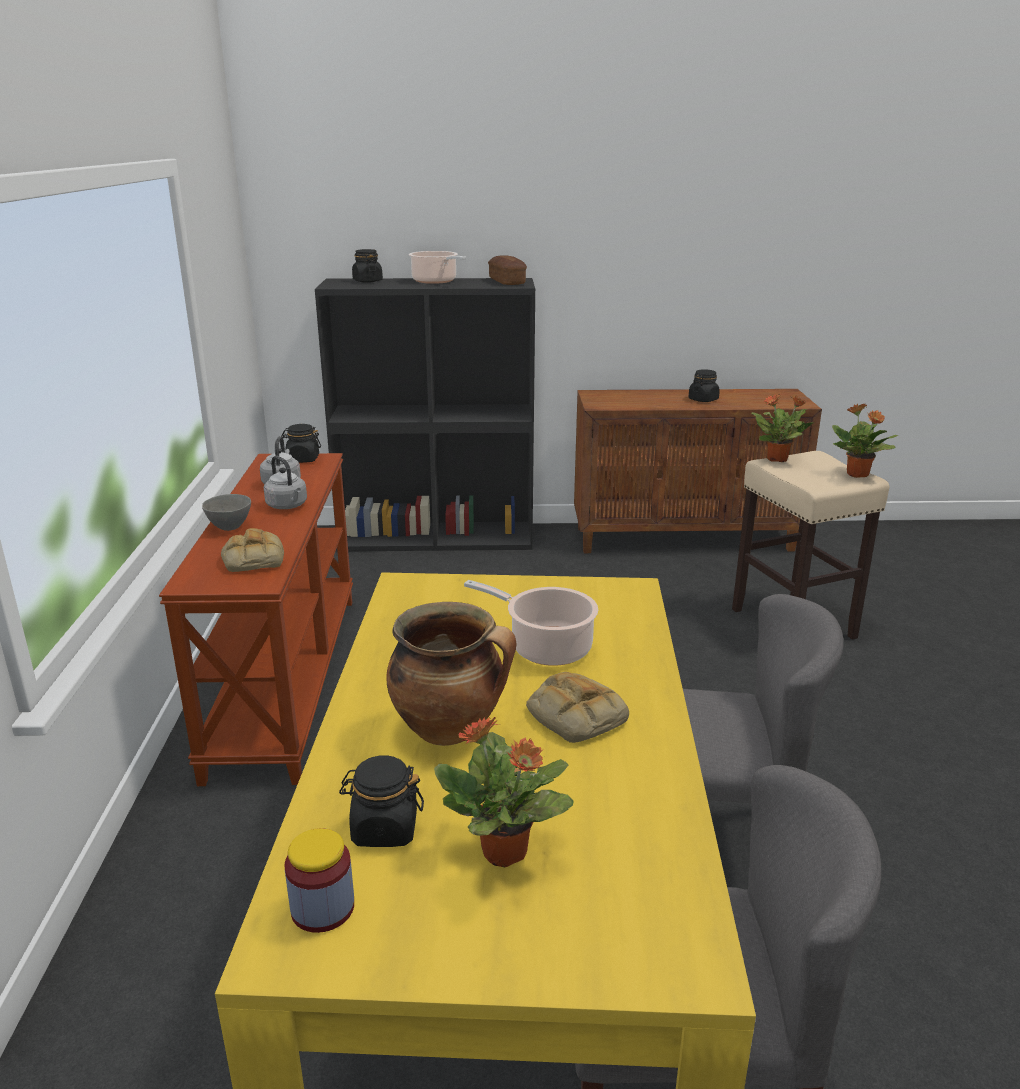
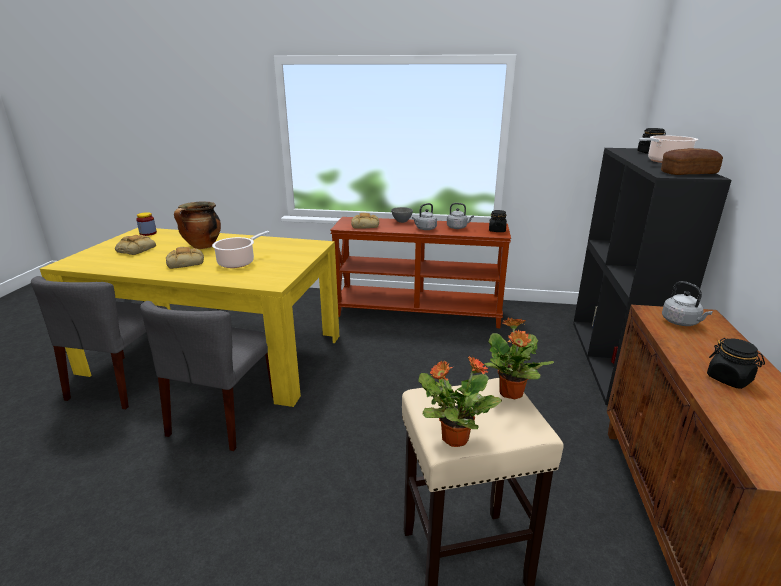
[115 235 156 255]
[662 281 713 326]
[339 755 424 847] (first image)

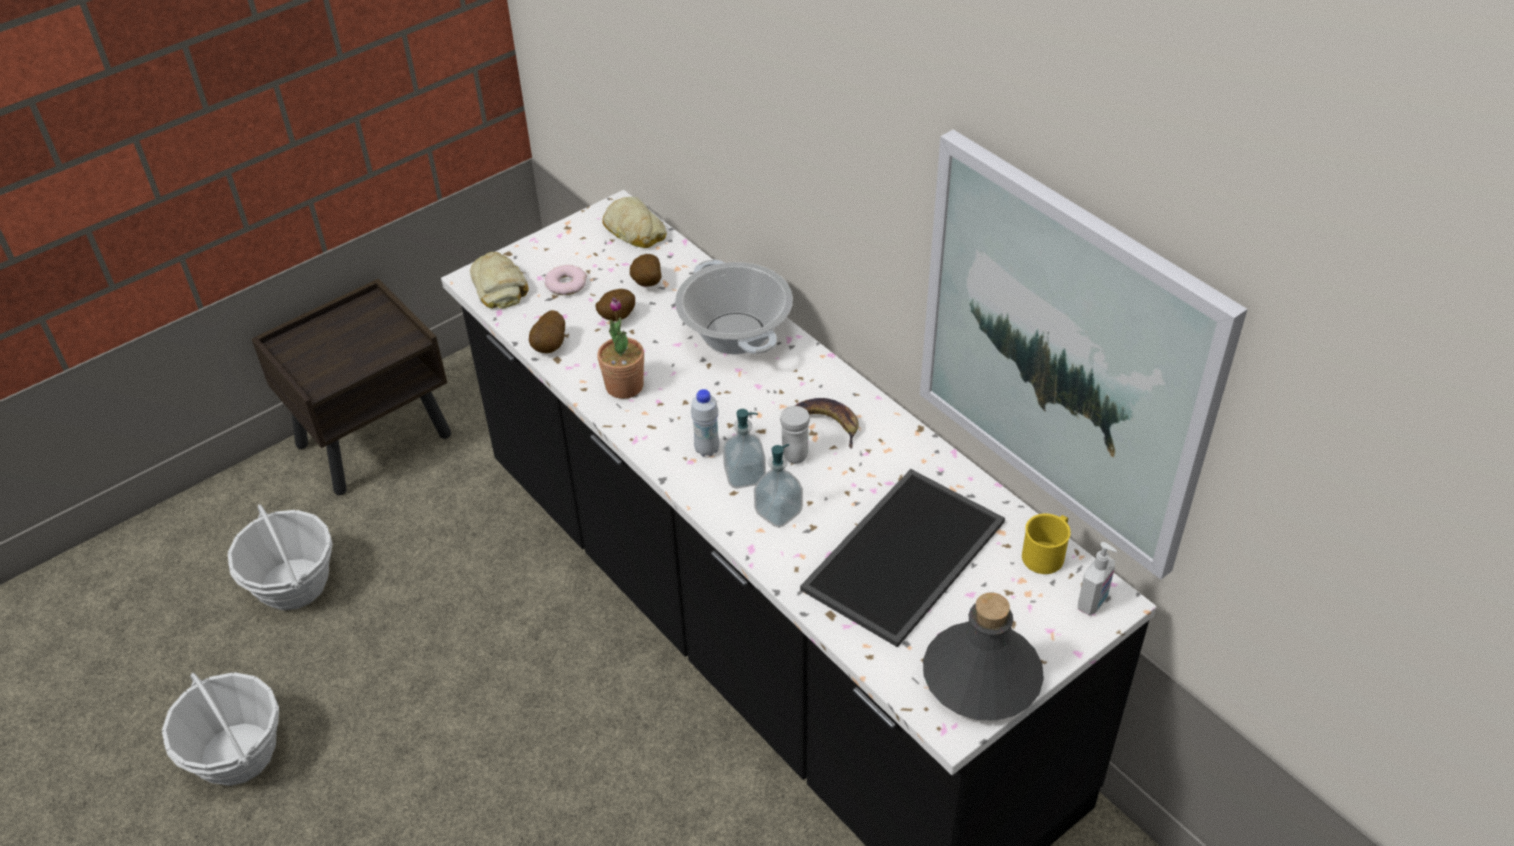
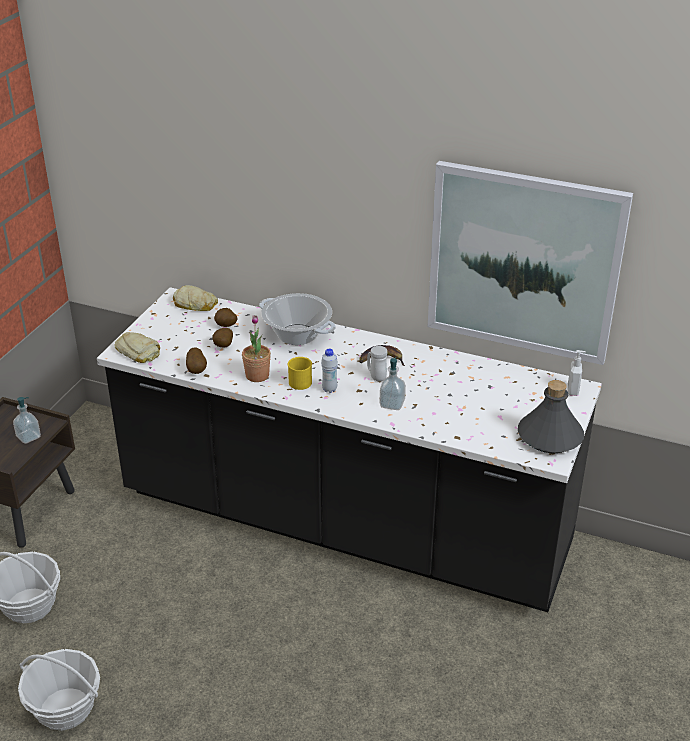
[13 397 41 444]
[288 357 312 390]
[544 265 587 295] (first image)
[800 469 1005 647] (first image)

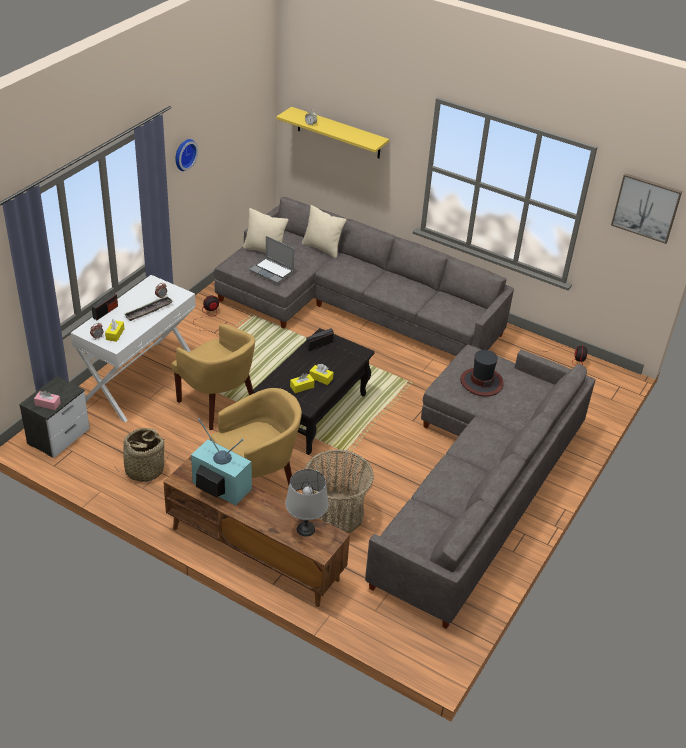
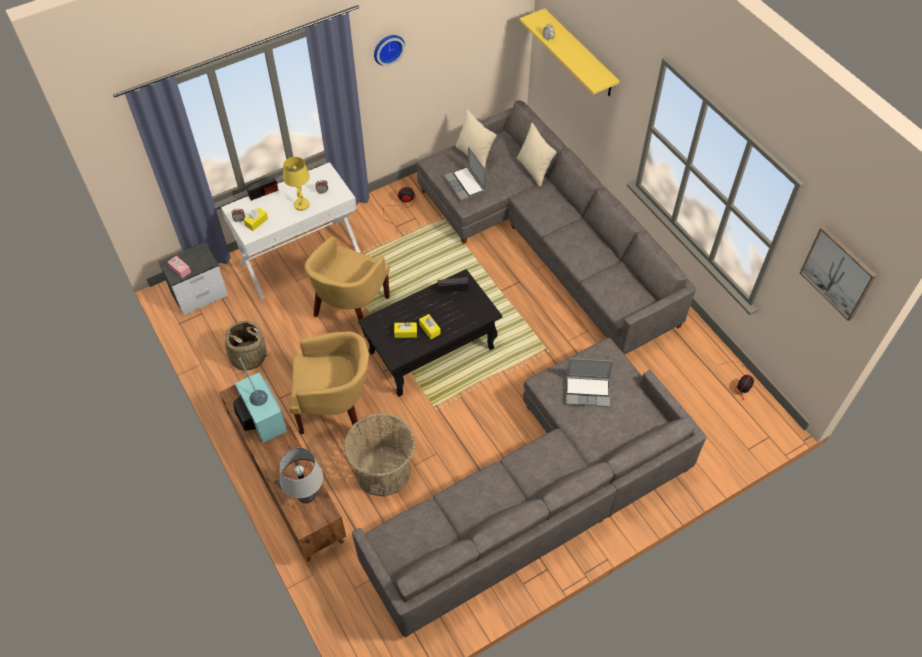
[283 157 310 211]
[304 236 390 337]
[566 358 614 407]

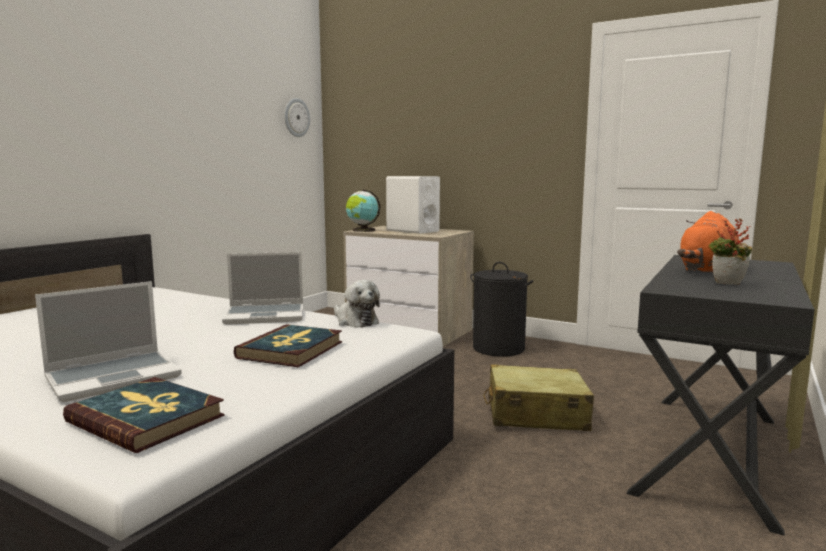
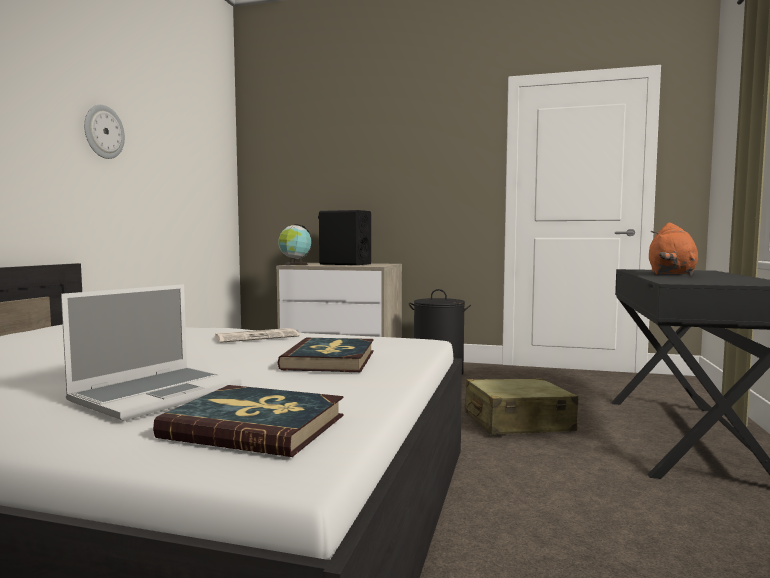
[84 105 125 159]
[215 328 299 343]
[318 210 371 265]
[334 280 380 328] (first image)
[708 219 753 285] (first image)

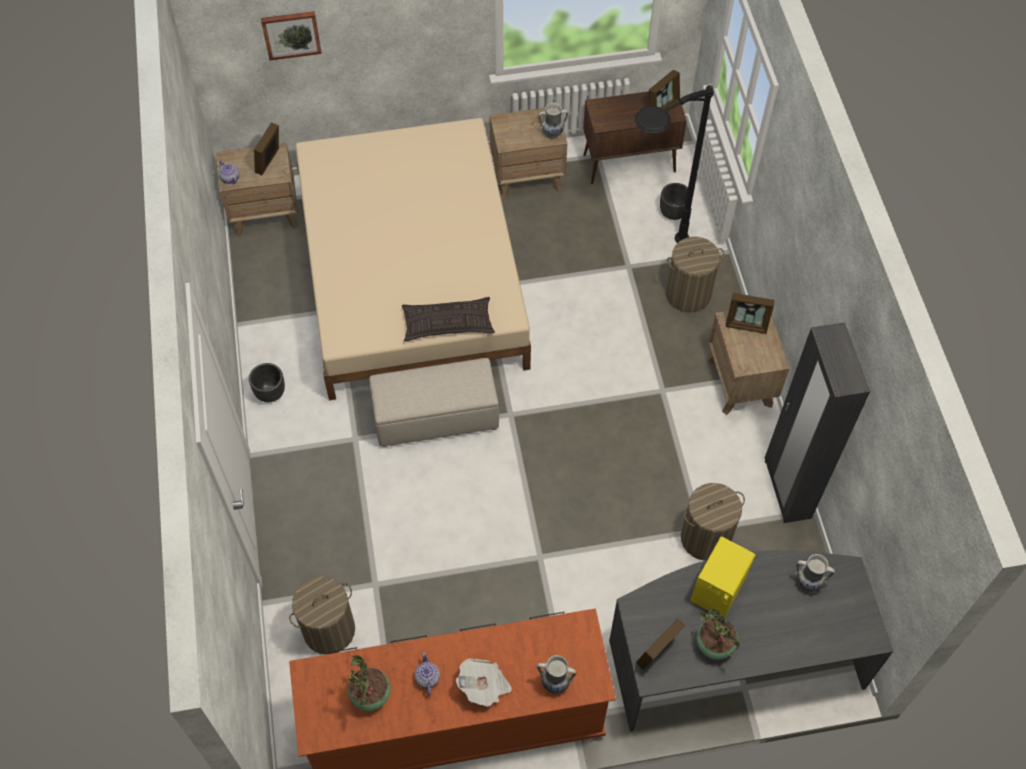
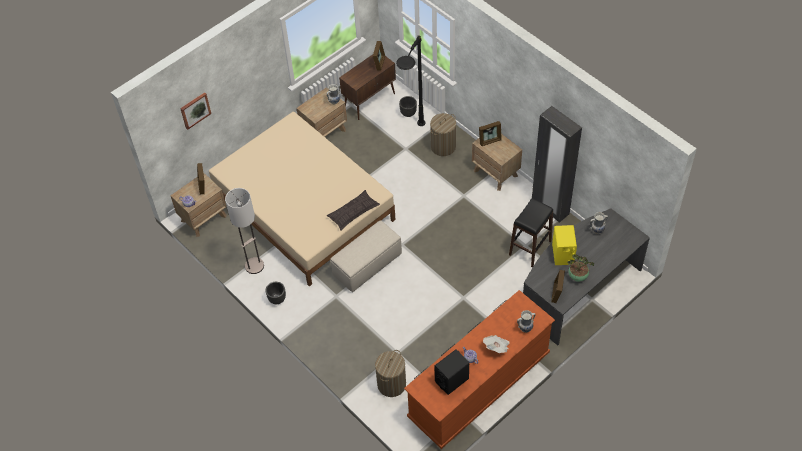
[225 188 264 274]
[434 349 469 395]
[509 198 553 268]

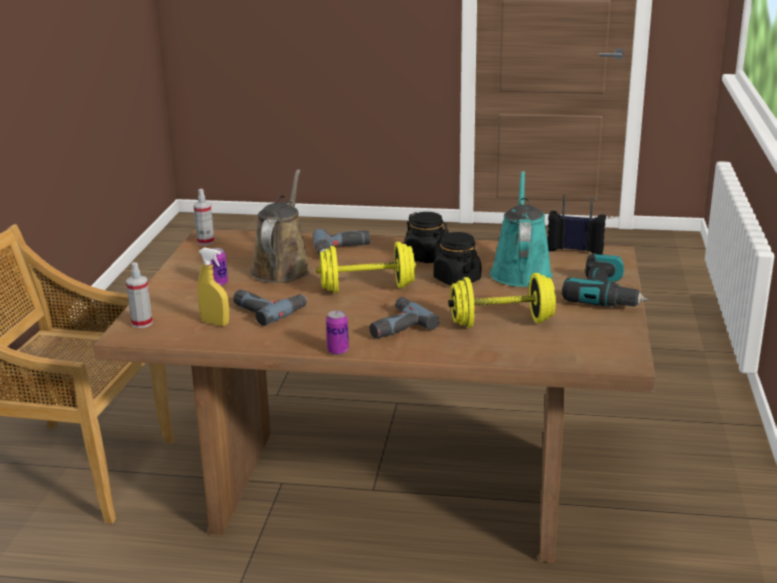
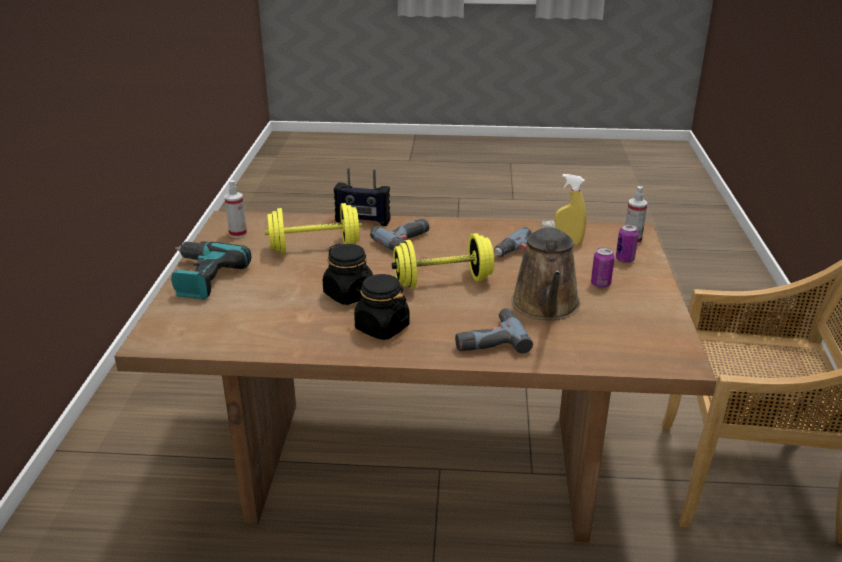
[225 180 247 238]
[334 168 391 226]
[616 224 639 263]
[490 171 552 287] (first image)

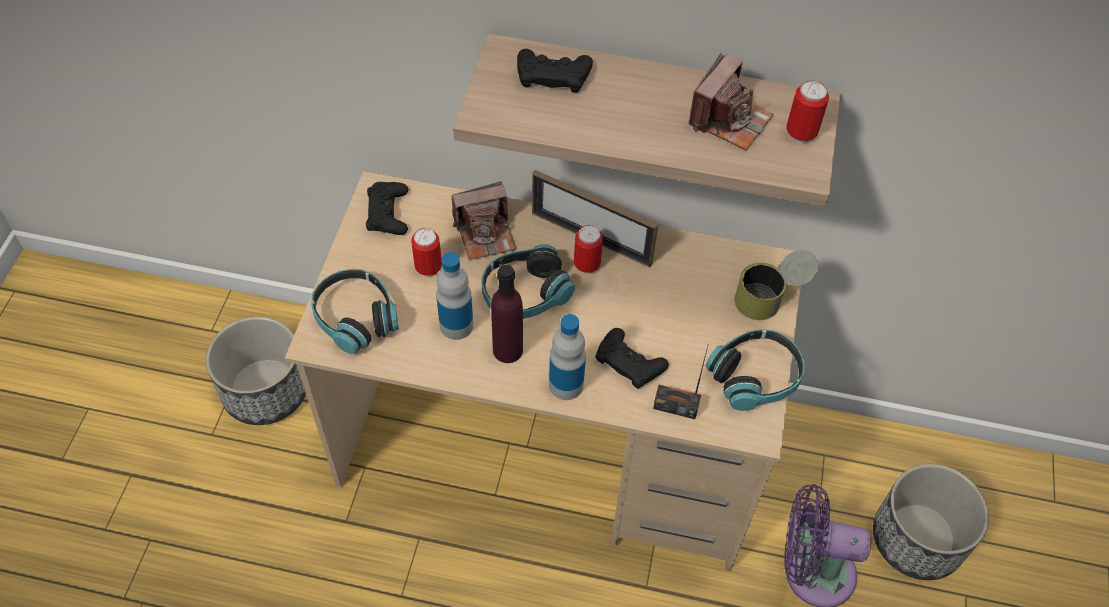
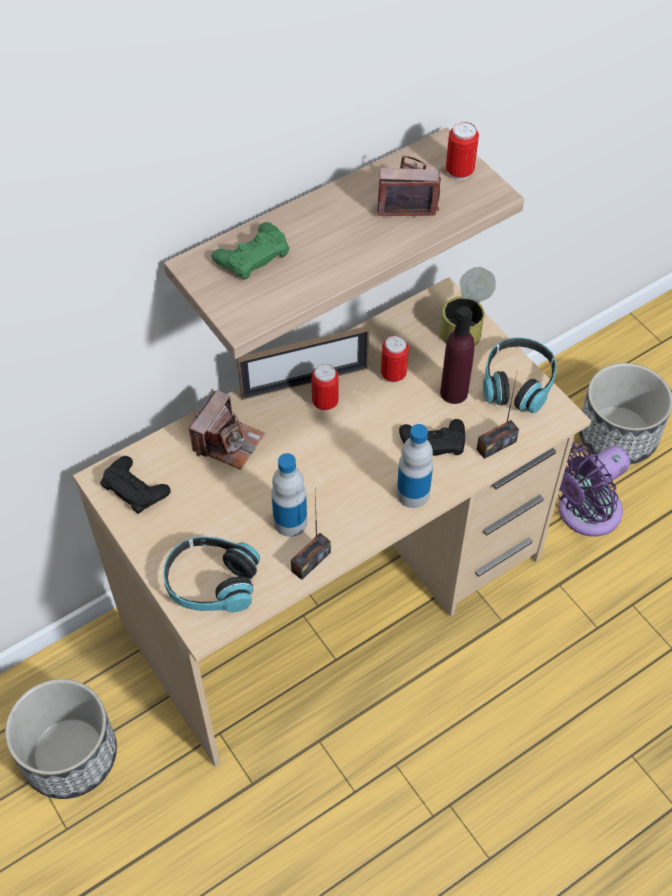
[211 222 290 280]
[291 493 331 580]
[378 155 441 217]
[381 336 409 383]
[440 306 475 404]
[481 244 575 319] (first image)

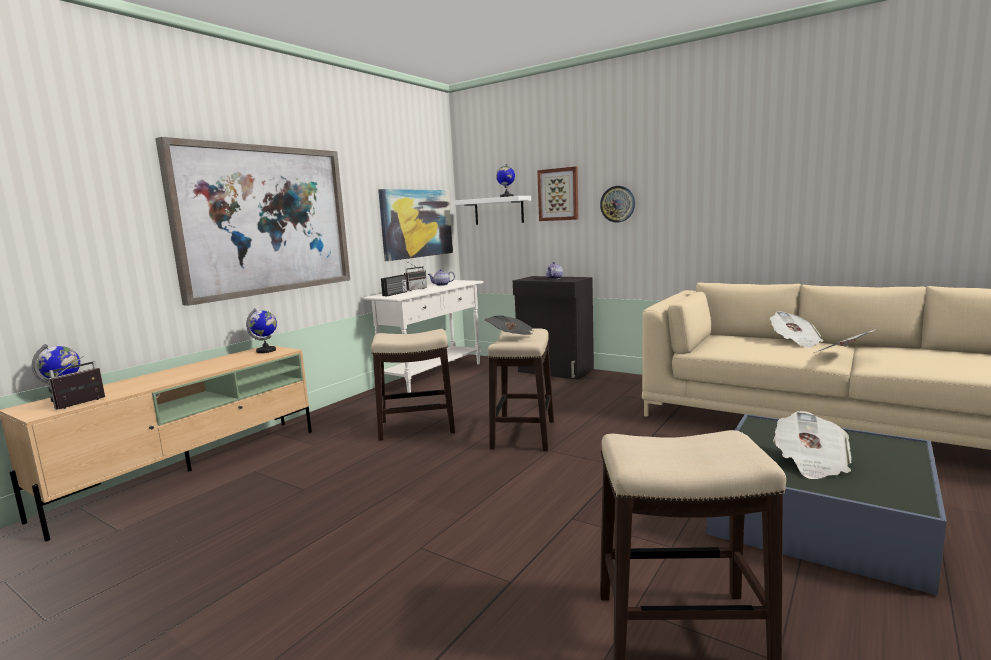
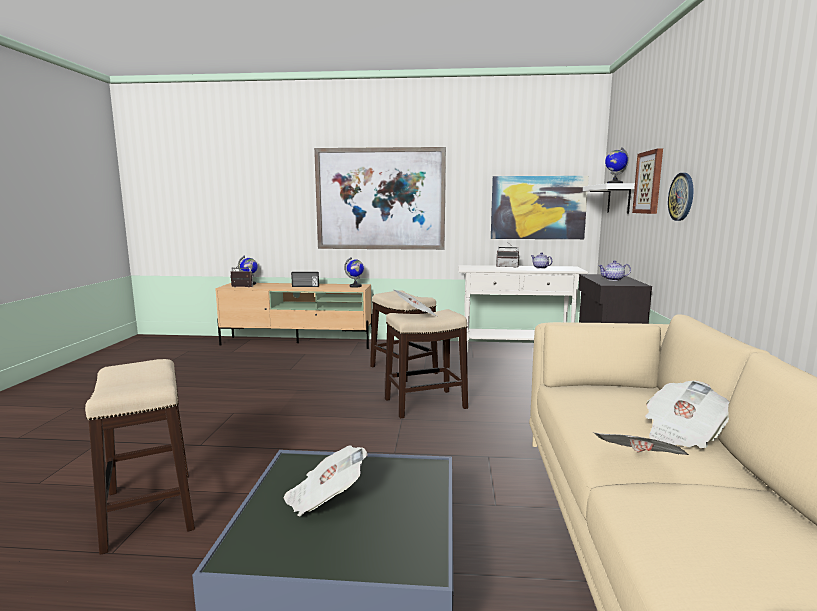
[291 272 319 287]

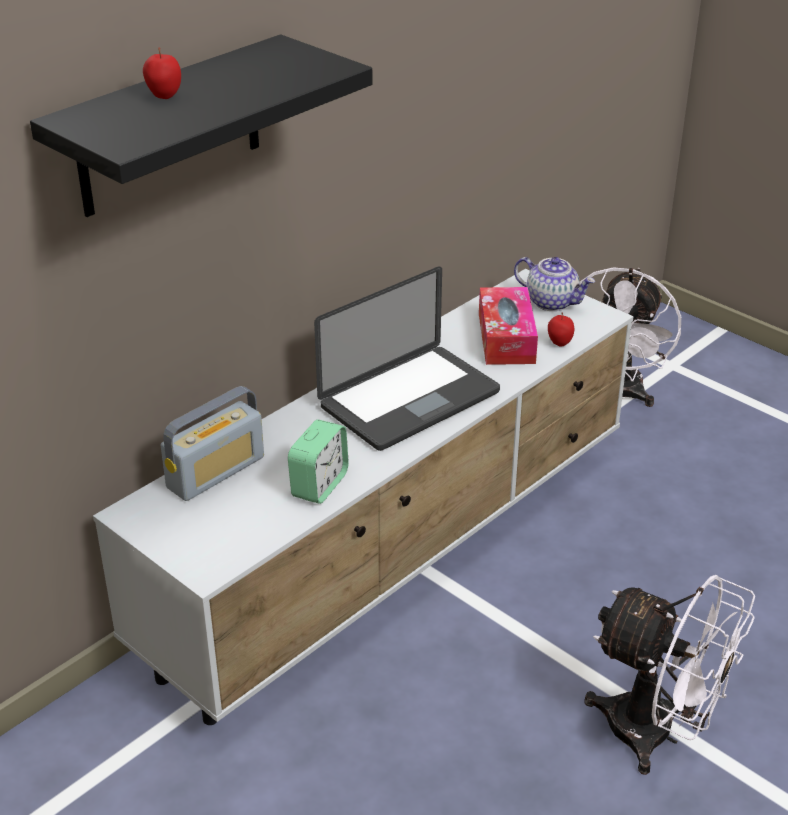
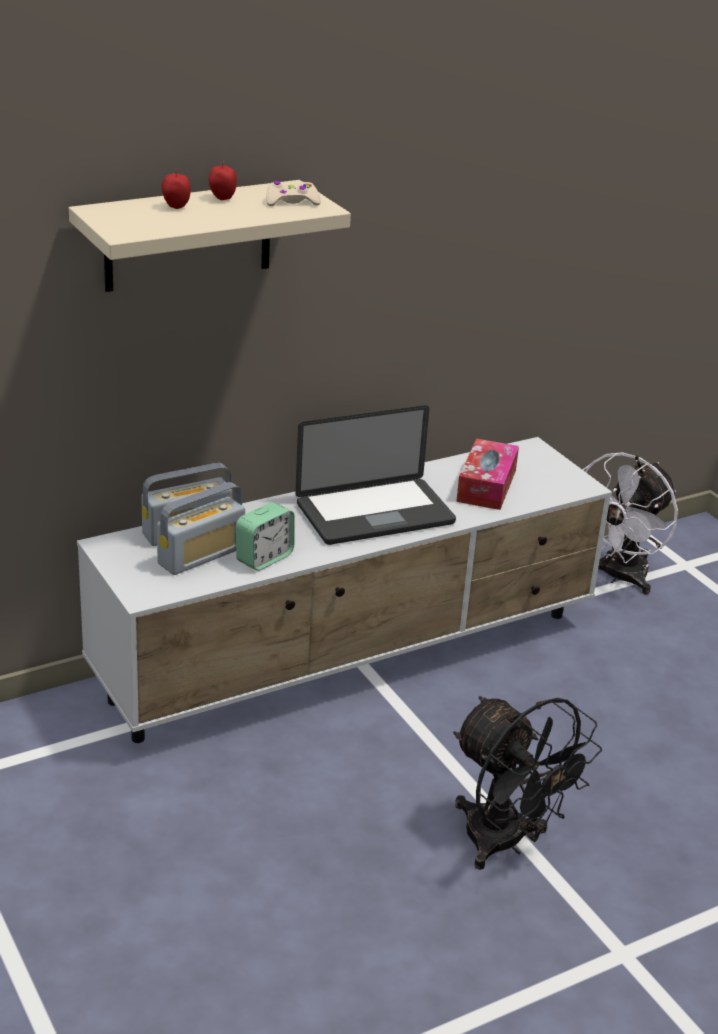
[69 180 351 292]
[157 482 245 575]
[208 160 237 200]
[266 181 321 206]
[453 696 602 870]
[514 257 595 311] (first image)

